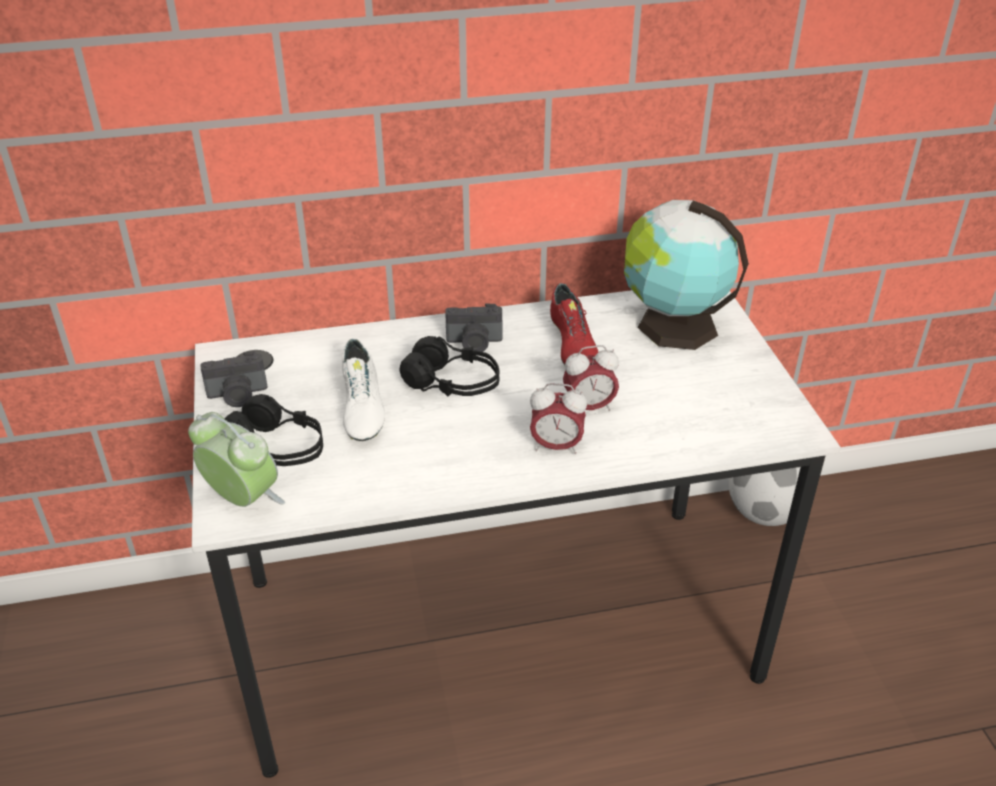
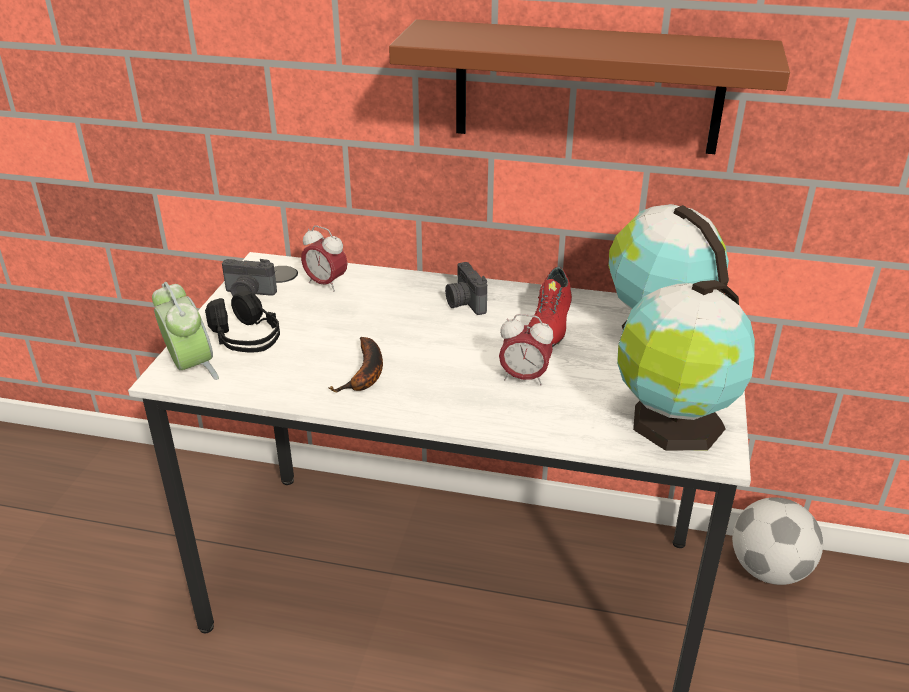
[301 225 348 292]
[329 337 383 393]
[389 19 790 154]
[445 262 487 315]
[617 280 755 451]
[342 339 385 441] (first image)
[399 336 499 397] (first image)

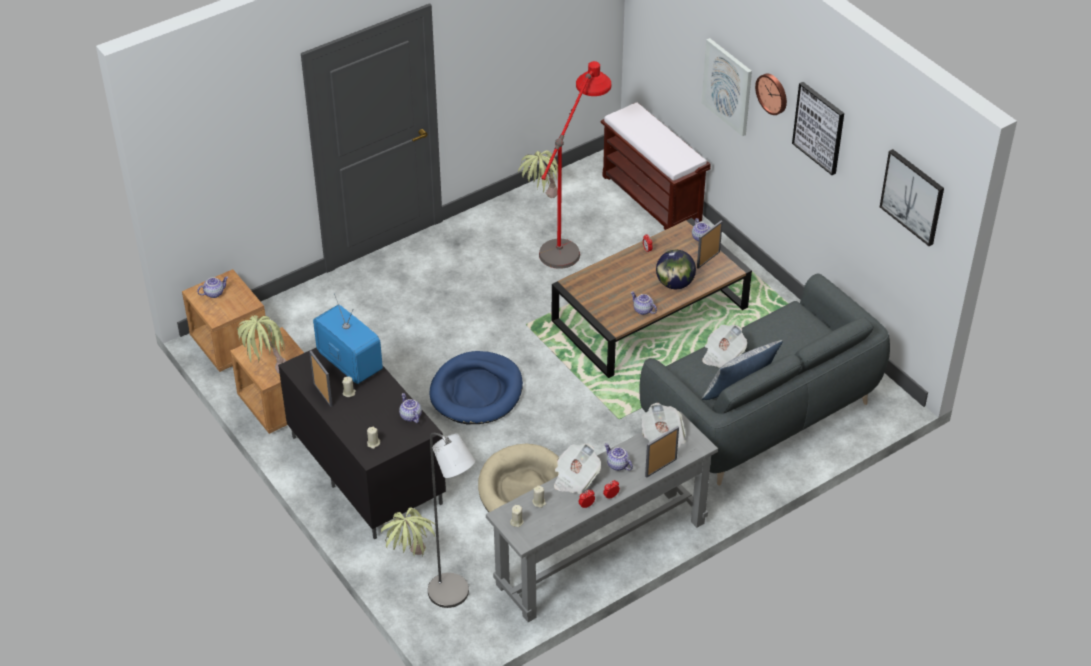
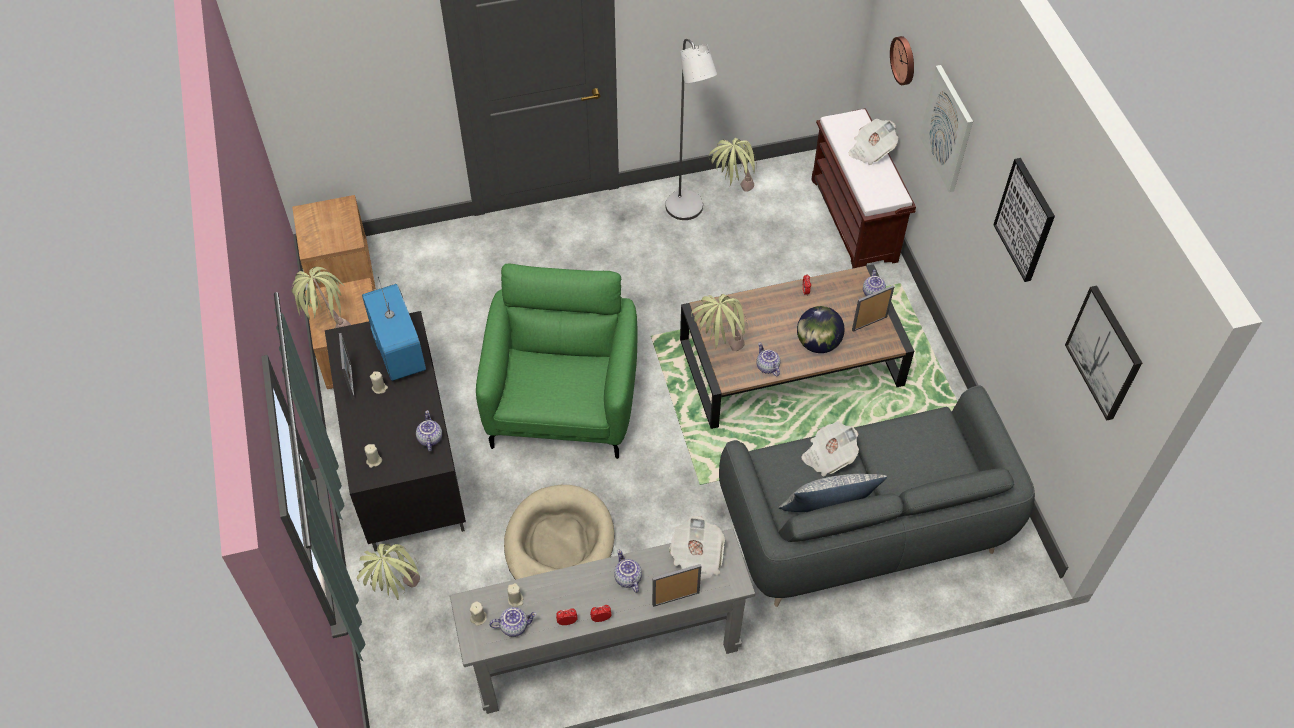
[476 263 638 459]
[489 607 537 637]
[665 39 717 220]
[691 294 747 351]
[849 119 898 165]
[890 36 914 85]
[539 61 611 269] (first image)

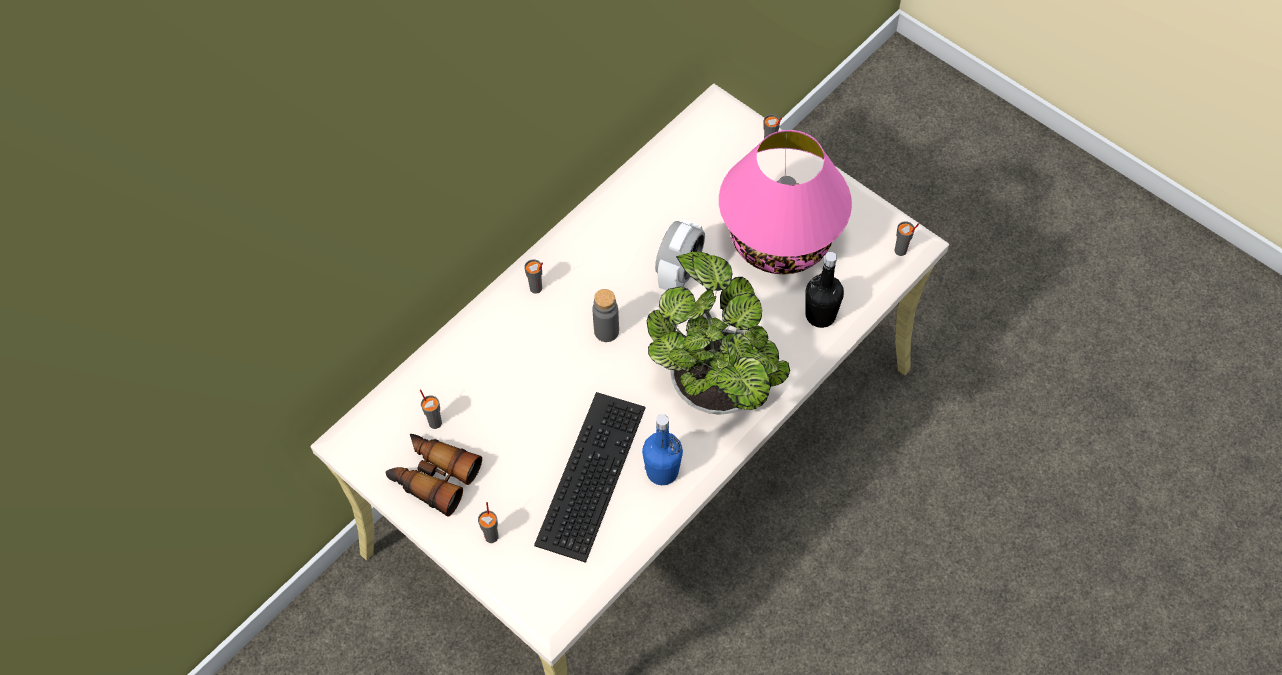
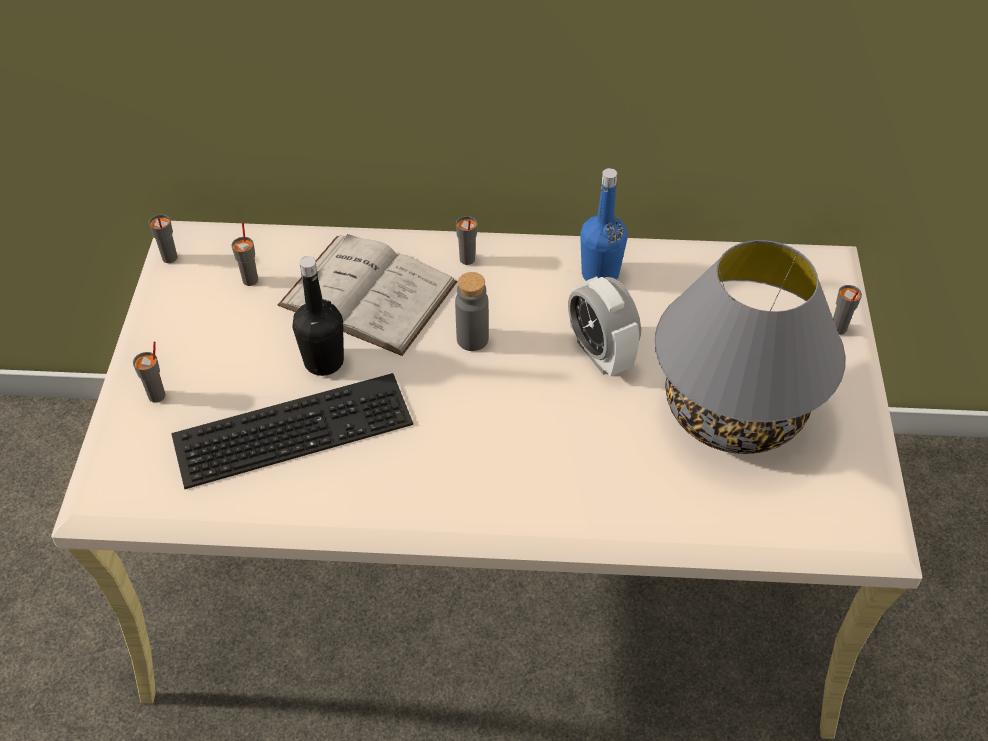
[148 214 178 263]
[278 234 457 356]
[292 256 344 376]
[568 276 641 377]
[580 168 628 281]
[655 240 846 454]
[385 434 482 517] (first image)
[647 252 790 414] (first image)

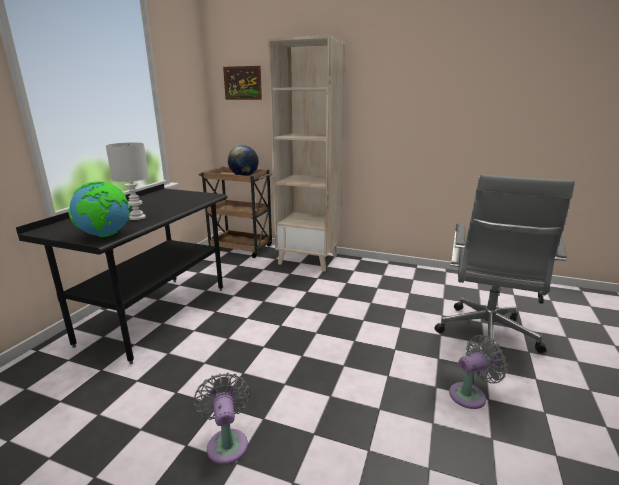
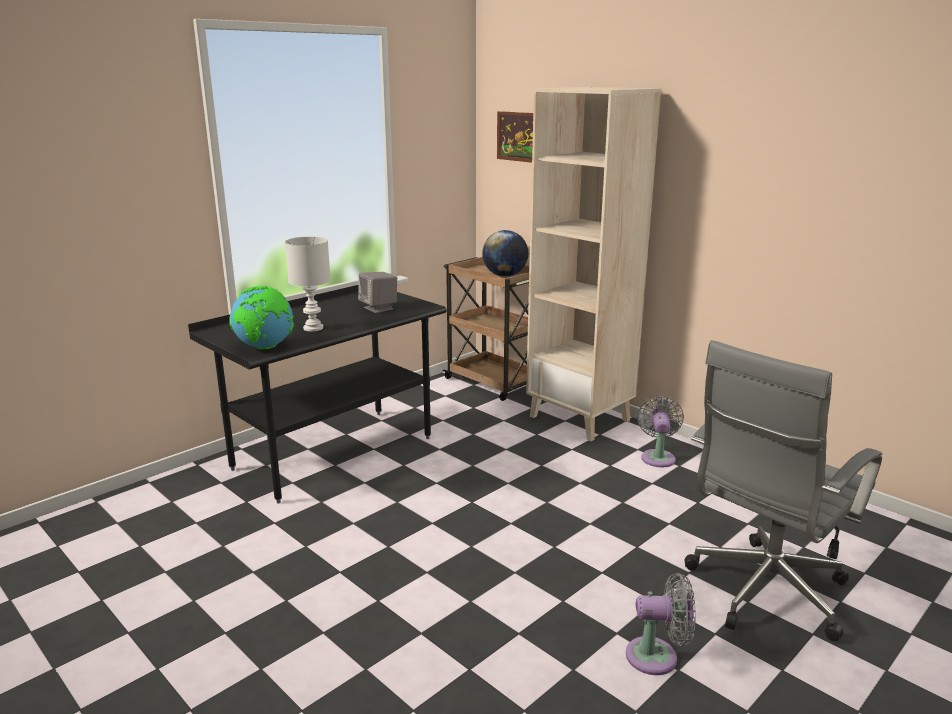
[358 272 397 313]
[637 396 684 467]

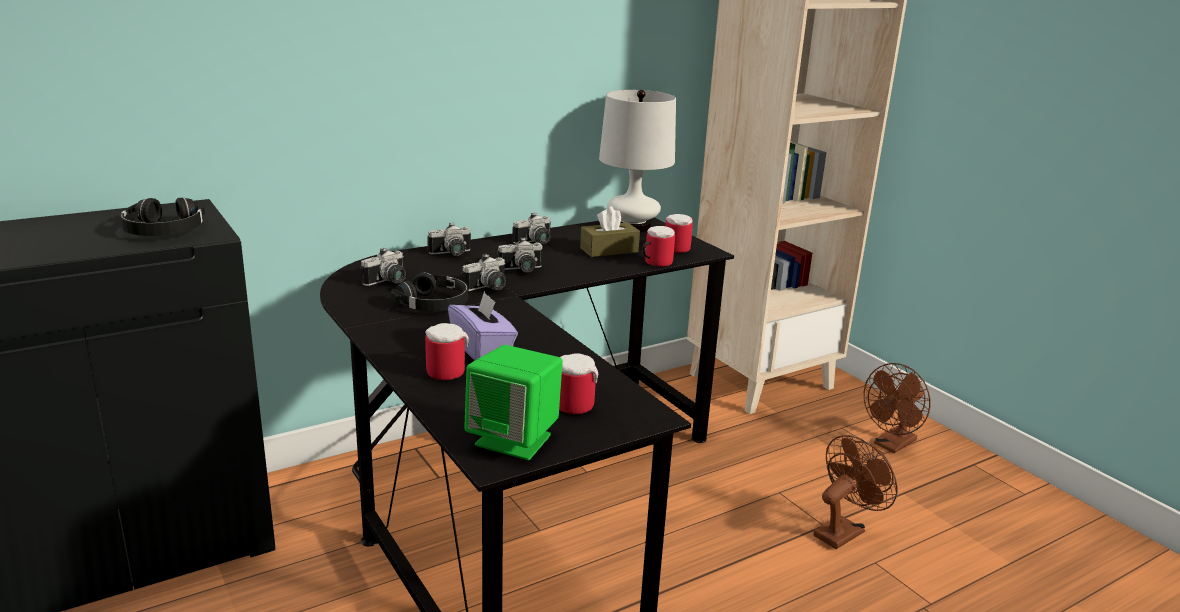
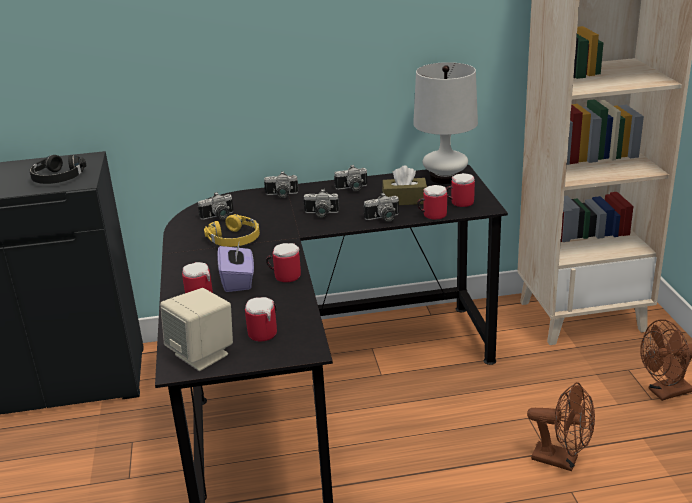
[160 288 233 371]
[204 214 260 247]
[266 243 301 282]
[364 193 399 221]
[527 382 595 471]

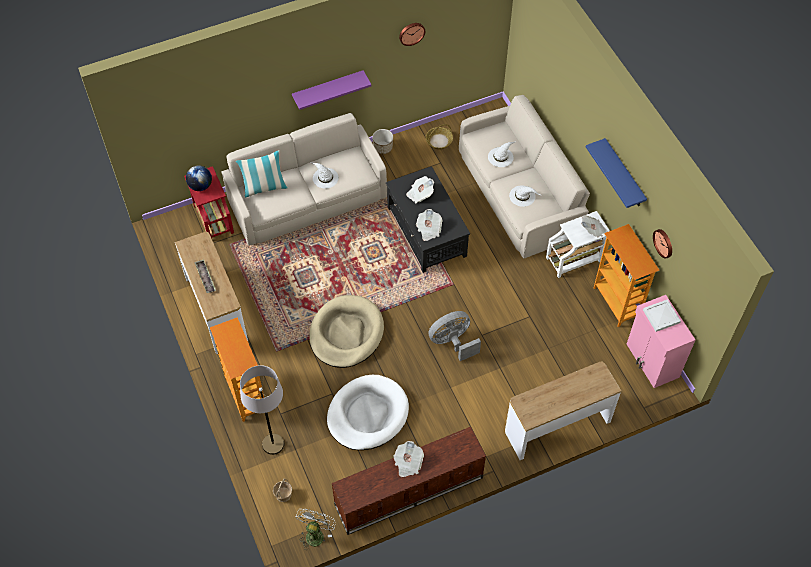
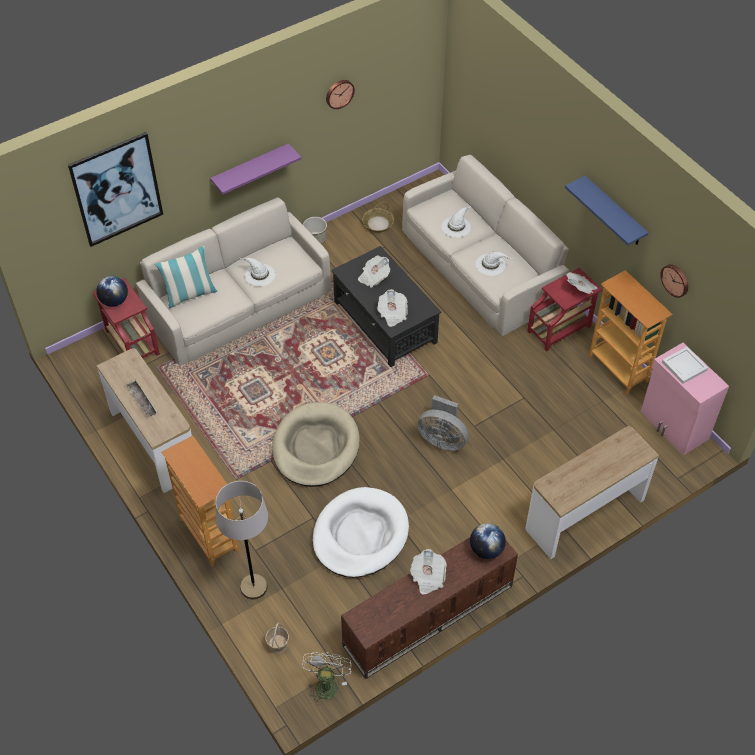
[68 132 163 247]
[417 395 468 451]
[470 523 506 559]
[527 267 602 351]

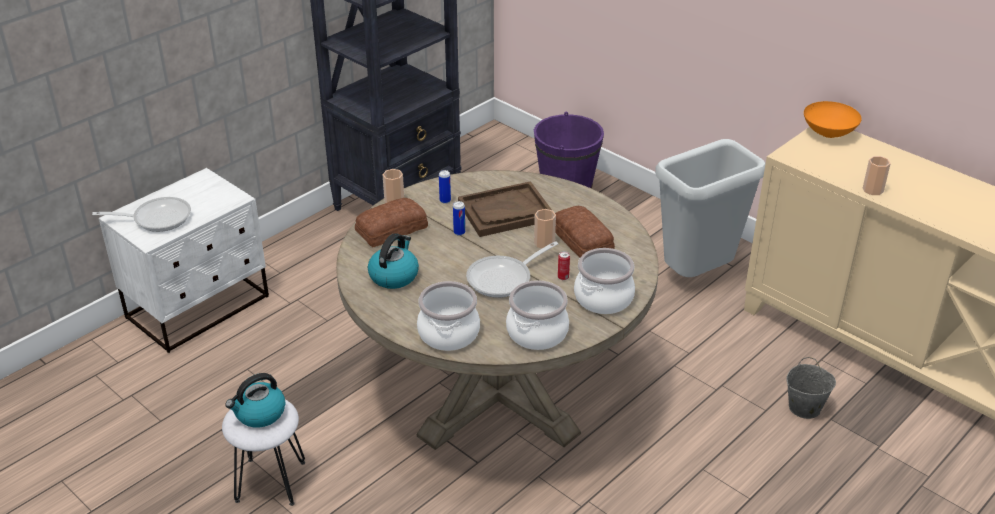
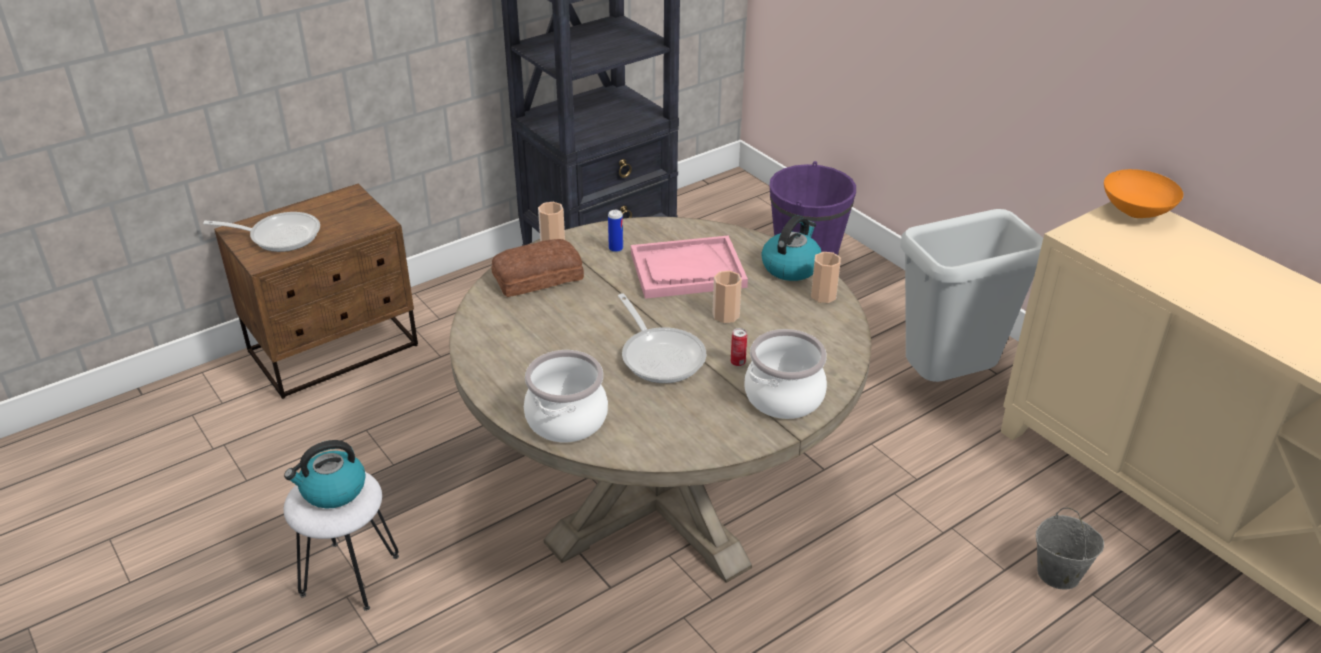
[214 184 418 399]
[618 293 706 383]
[631 235 748 299]
[761 215 821 281]
[811 252 841 303]
[453 201 465 236] (first image)
[506 280 569 350] (first image)
[555 206 615 257] (first image)

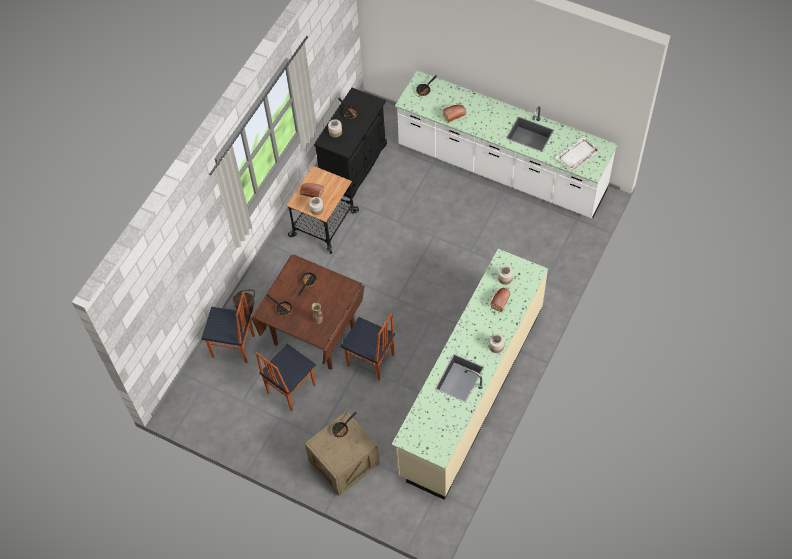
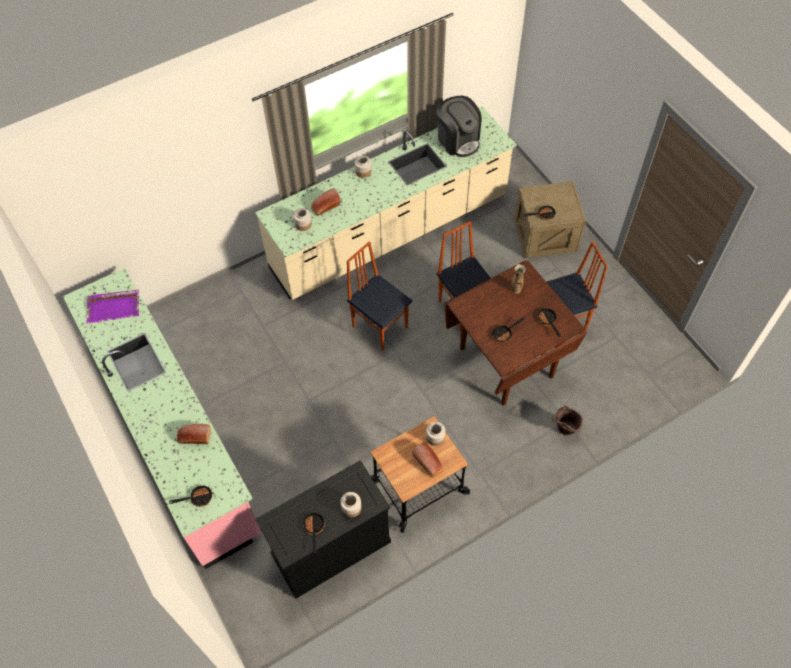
[63 268 261 569]
[86 289 139 324]
[347 241 412 350]
[436 96 482 157]

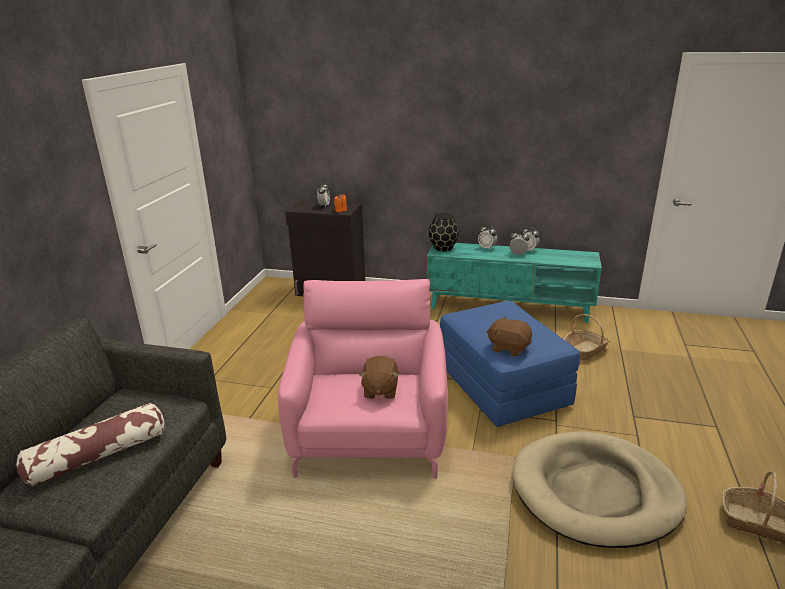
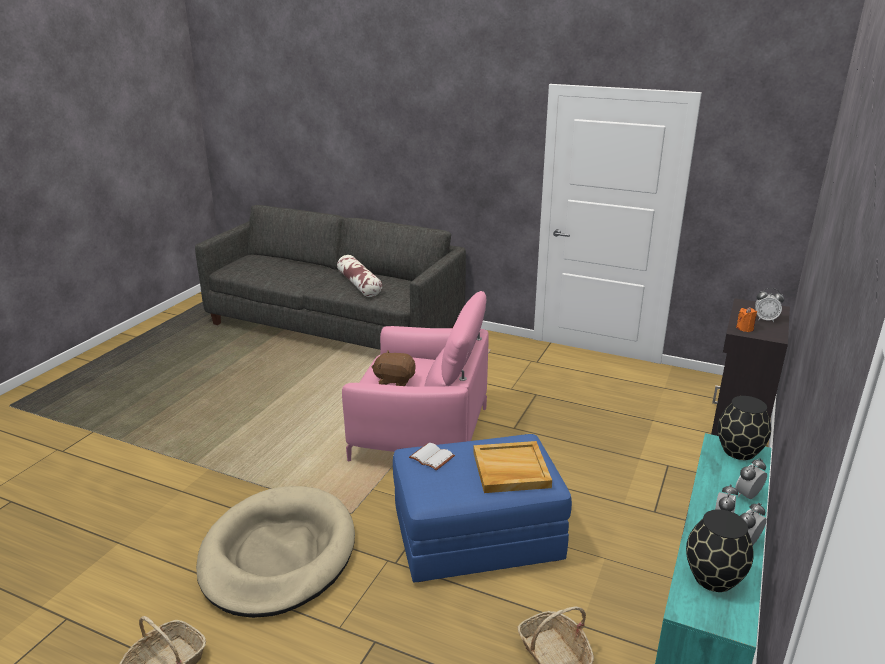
[409 443 455 470]
[473 441 552 493]
[686 509 754 592]

